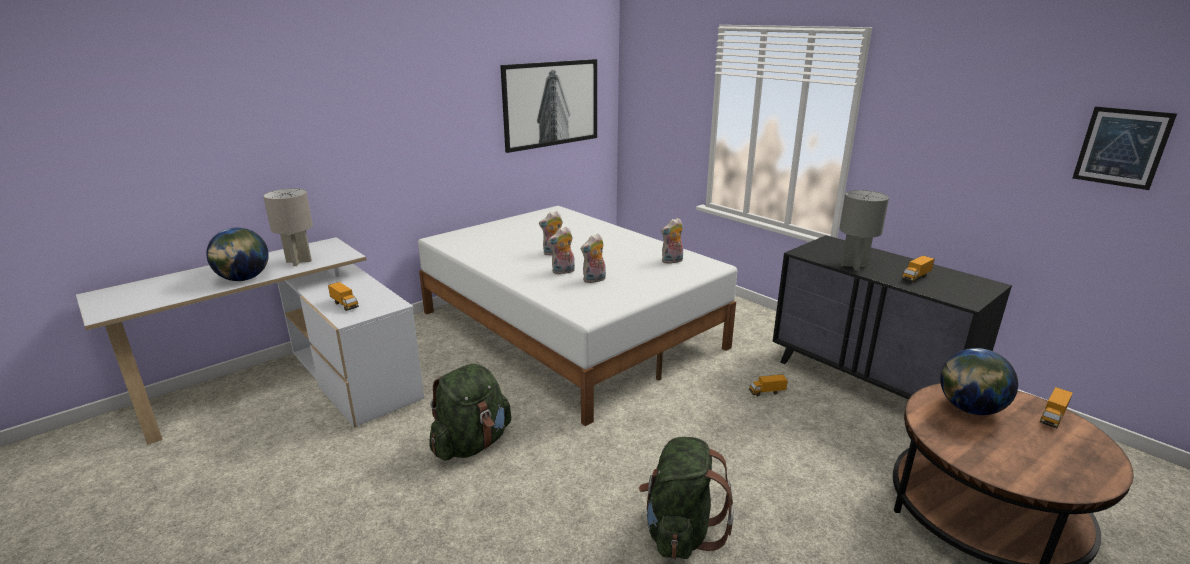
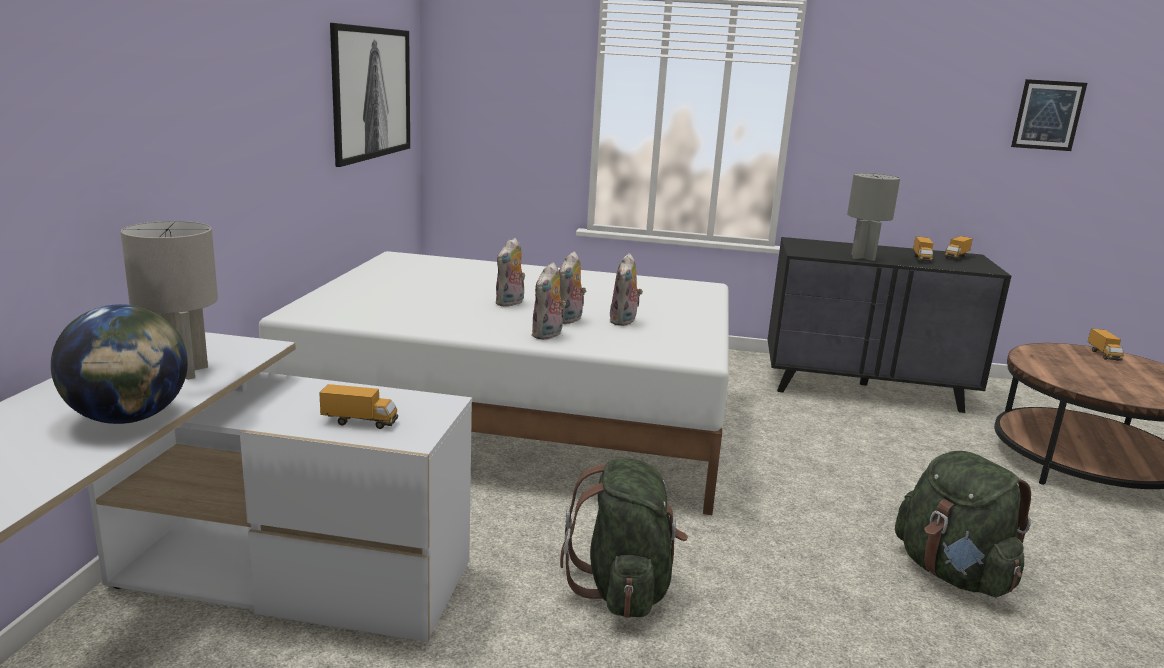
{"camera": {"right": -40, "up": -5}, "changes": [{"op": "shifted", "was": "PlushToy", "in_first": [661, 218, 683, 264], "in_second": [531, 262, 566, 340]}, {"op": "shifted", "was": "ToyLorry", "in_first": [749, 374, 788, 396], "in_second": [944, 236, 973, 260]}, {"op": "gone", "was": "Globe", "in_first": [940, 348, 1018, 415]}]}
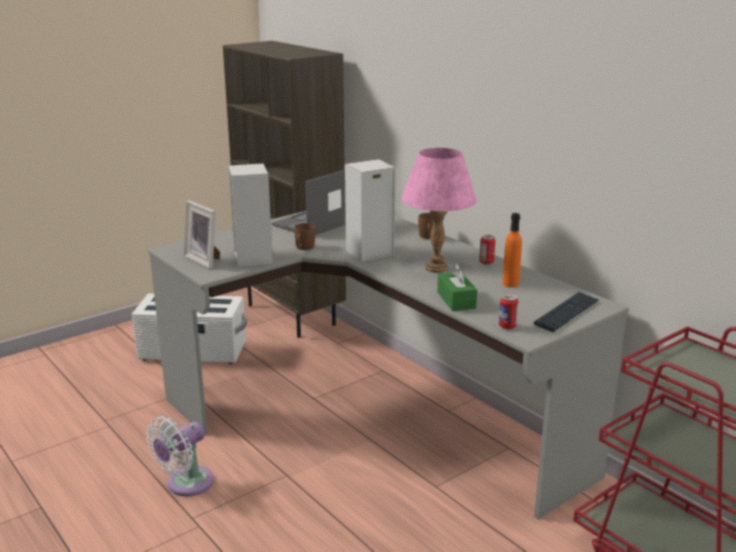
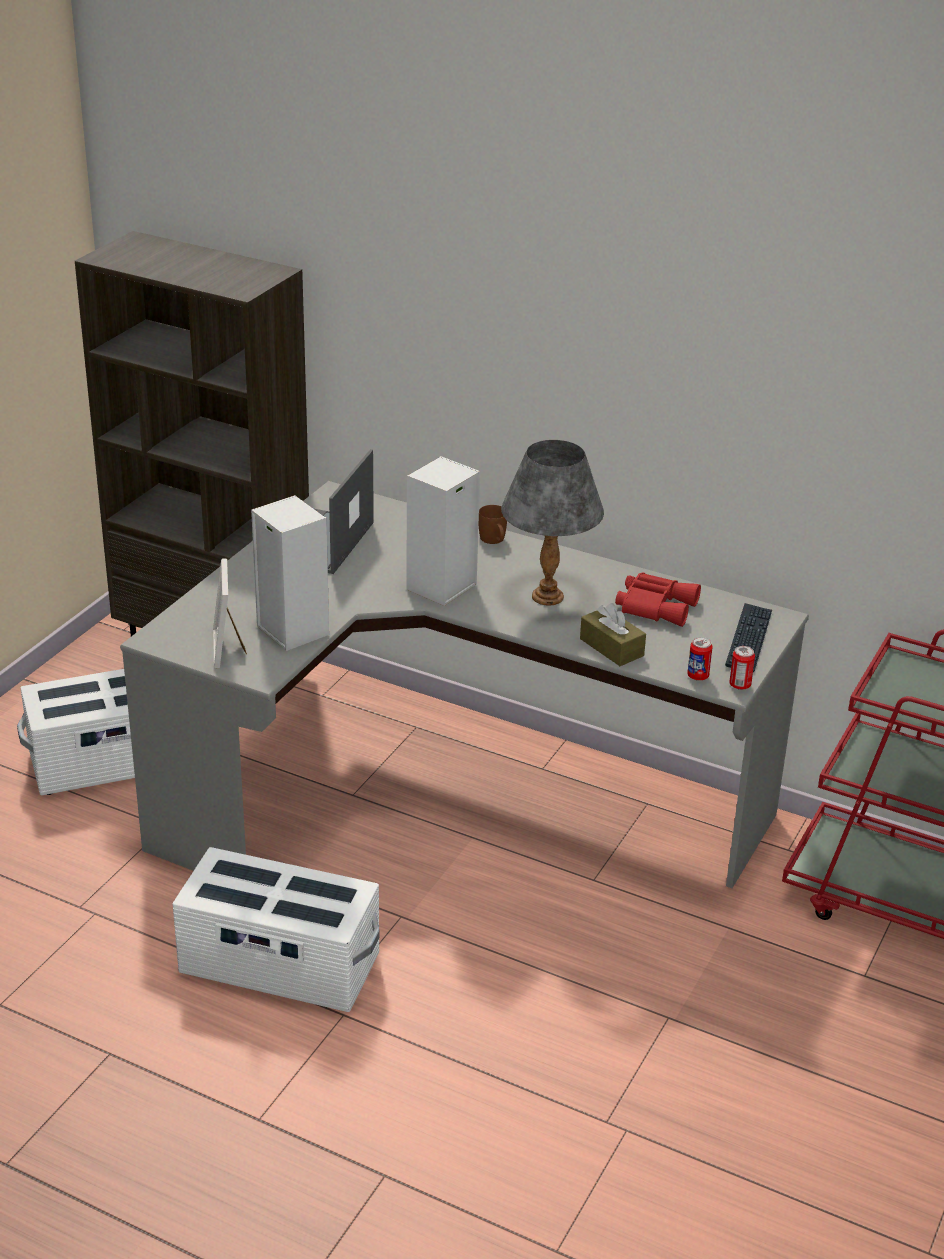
{"camera": {"right": -25, "up": 10}, "changes": [{"op": "swapped", "was": "WhiteElectricFan", "now": "WhiteStorageContainer", "in_first": [146, 416, 214, 496], "in_second": [173, 847, 379, 1012]}, {"op": "rotated", "was": "PhotoFrame", "in_first": [184, 200, 220, 269], "in_second": [213, 558, 247, 669], "clockwise": 60}, {"op": "repainted", "was": "PinkishTabletopLamp", "now": "GreyTabletopLamp", "in_first": [401, 148, 477, 273], "in_second": [501, 440, 604, 605]}, {"op": "repainted", "was": "GreenishTissueBox", "now": "BrownColouredTissueBox", "in_first": [437, 263, 477, 311], "in_second": [580, 603, 646, 666]}, {"op": "swapped", "was": "OrangeColouredDrinkBottle", "now": "RedColouredBinoculars", "in_first": [502, 213, 522, 288], "in_second": [615, 572, 701, 627]}, {"op": "shifted", "was": "MetalCan", "in_first": [479, 235, 495, 265], "in_second": [729, 646, 755, 690]}, {"op": "gone", "was": "BrownColouredCoffeeMug", "in_first": [294, 223, 315, 250]}]}
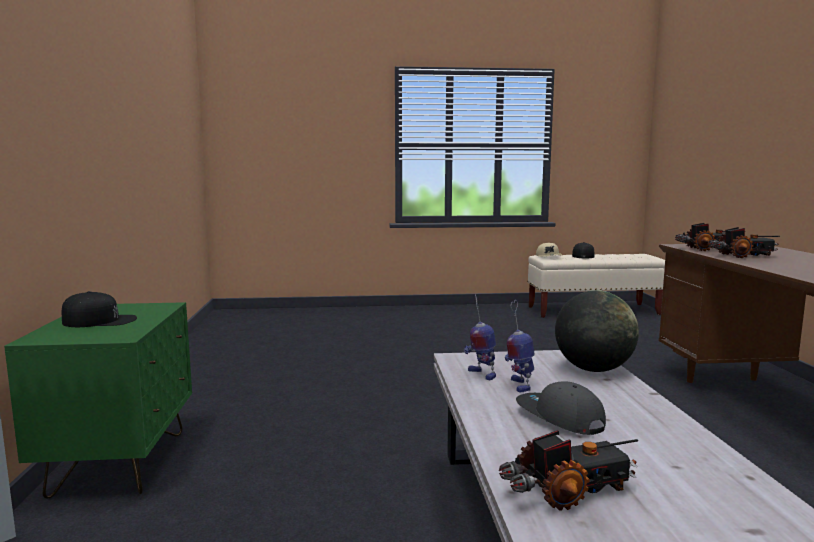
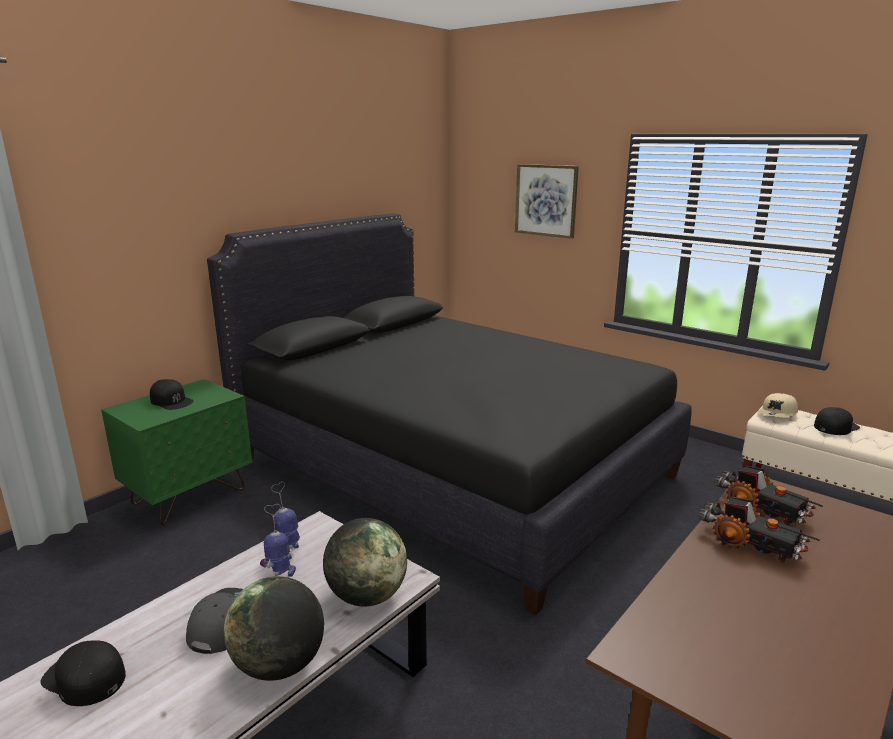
{"camera": {"right": 45, "up": 10}, "changes": [{"op": "swapped", "was": "ToyLorry", "now": "BlackPeakedCap", "in_first": [499, 430, 638, 511], "in_second": [40, 640, 126, 706]}, {"op": "new", "now": "BlackSleepingBed", "in_second": [207, 213, 692, 615]}, {"op": "new", "now": "Globe", "in_second": [224, 576, 324, 681]}, {"op": "new", "now": "WallArt", "in_second": [515, 164, 579, 239]}]}
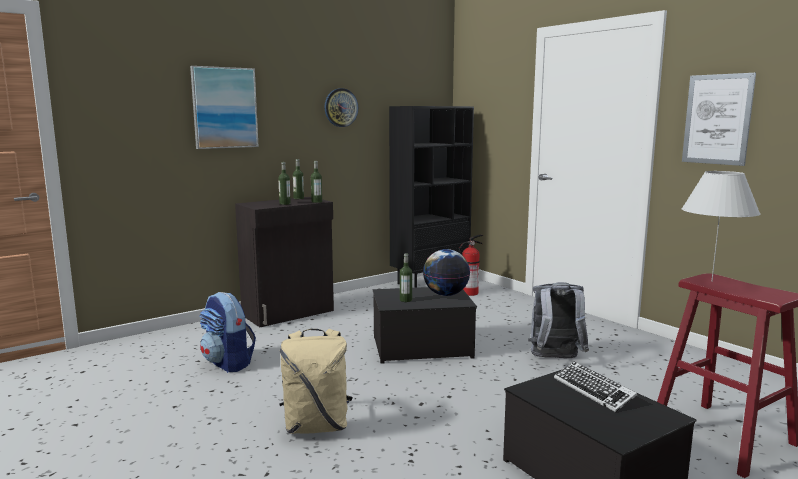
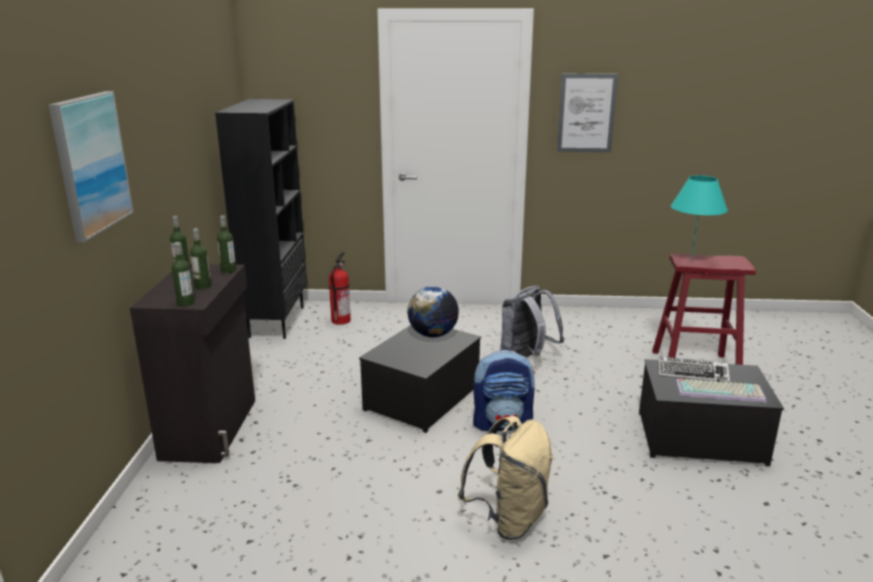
{"camera": {"right": -50, "up": 10}, "changes": [{"op": "shifted", "was": "DrinkBottle", "in_first": [400, 253, 412, 302], "in_second": [172, 242, 195, 307]}, {"op": "shifted", "was": "Backpack", "in_first": [199, 292, 256, 373], "in_second": [473, 350, 535, 431]}, {"op": "repainted", "was": "WhiteTabletopLamp", "now": "BlueGreenTabletopLamp", "in_first": [682, 171, 760, 282], "in_second": [671, 175, 728, 261]}, {"op": "new", "now": "Keyboard", "in_second": [676, 379, 766, 403]}, {"op": "gone", "was": "ClockOnTheWall", "in_first": [325, 88, 358, 127]}]}
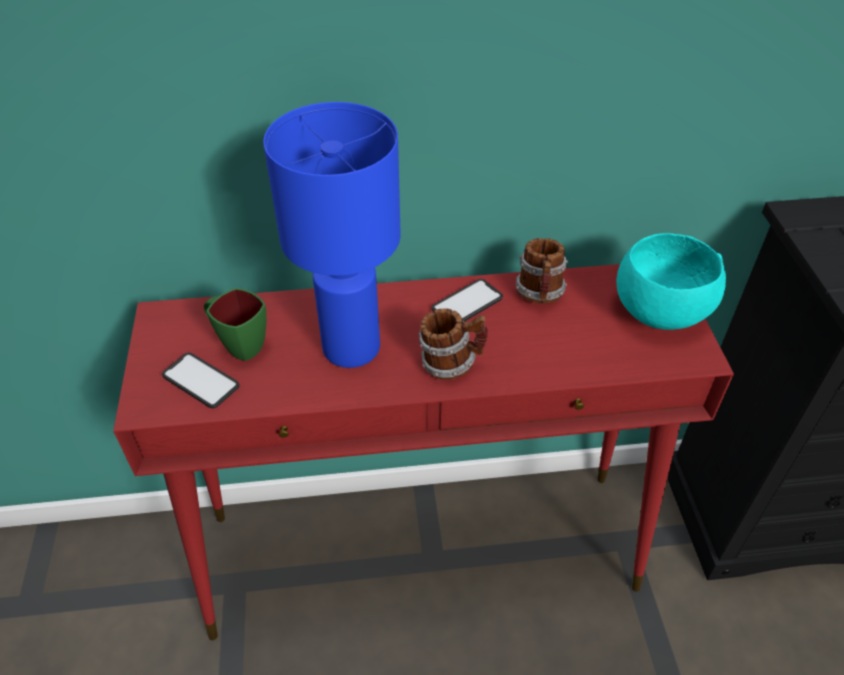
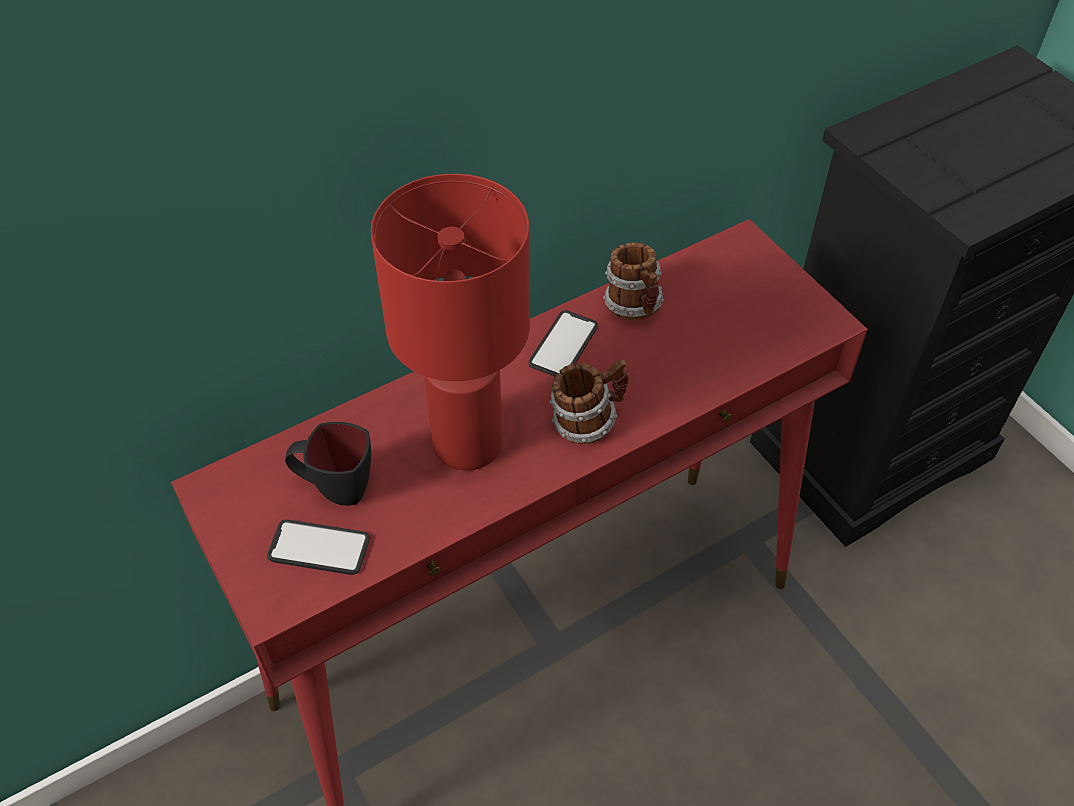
{"camera": {"right": -25, "up": 5}, "changes": [{"op": "repainted", "was": "GreenishCoffeeMug", "now": "BlackCoffeeMug", "in_first": [204, 288, 267, 361], "in_second": [285, 422, 371, 505]}, {"op": "repainted", "was": "BluishTabletopLamp", "now": "RedColouredTabletopLamp", "in_first": [263, 102, 401, 368], "in_second": [371, 174, 530, 471]}, {"op": "gone", "was": "BlueGreenServingBowl", "in_first": [616, 233, 726, 330]}]}
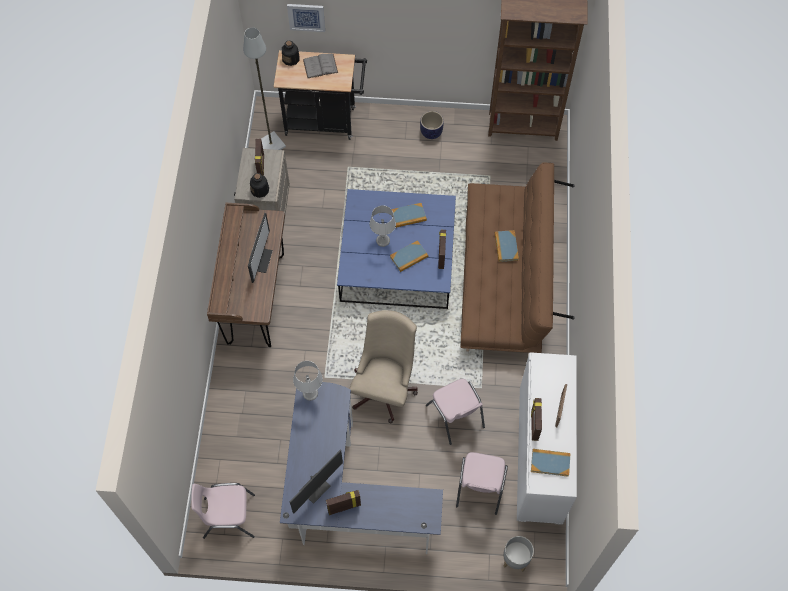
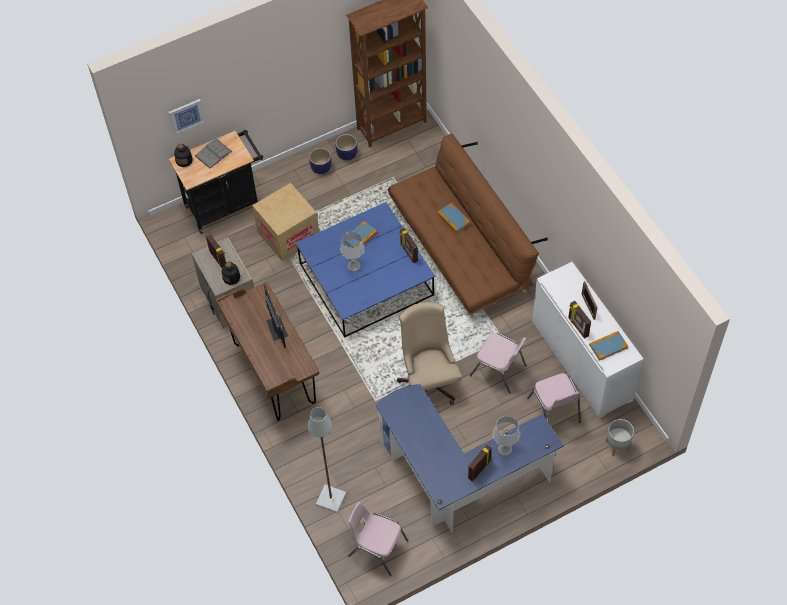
{"camera": {"right": -30, "up": -5}, "changes": [{"op": "new", "now": "CardboardBox", "in_second": [252, 183, 319, 262]}, {"op": "shifted", "was": "GreyStandingLamp", "in_first": [243, 27, 286, 150], "in_second": [308, 407, 346, 513]}, {"op": "new", "now": "FlowerPot", "in_second": [335, 134, 358, 161]}, {"op": "rotated", "was": "PinkishUprightChair", "in_first": [191, 483, 255, 539], "in_second": [348, 502, 408, 576], "clockwise": 60}, {"op": "shifted", "was": "GreyTabletopLamp", "in_first": [293, 361, 323, 401], "in_second": [493, 416, 520, 456]}, {"op": "gone", "was": "ComputerScreen", "in_first": [289, 450, 343, 513]}, {"op": "gone", "was": "Book", "in_first": [390, 240, 428, 272]}]}
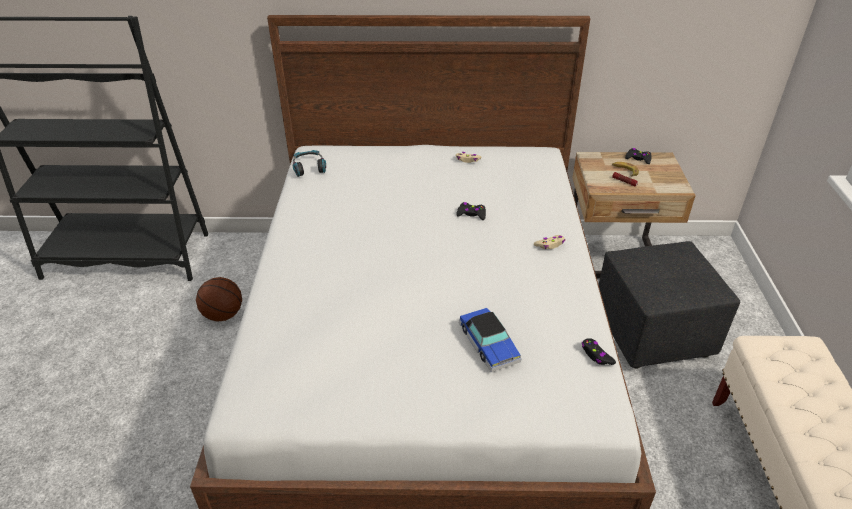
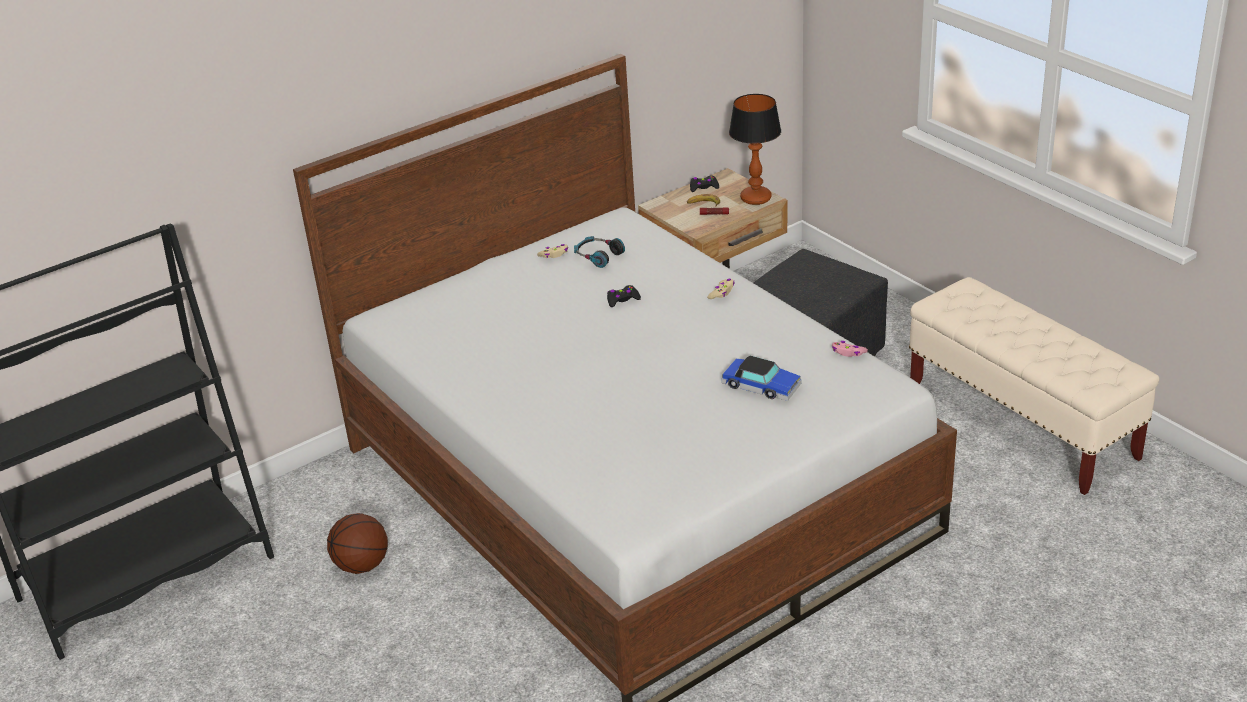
{"camera": {"right": -35, "up": -5}, "changes": [{"op": "shifted", "was": "PairOfHeadphones", "in_first": [293, 150, 326, 177], "in_second": [574, 236, 625, 268]}, {"op": "new", "now": "TabletopLamp", "in_second": [729, 94, 781, 205]}, {"op": "repainted", "was": "BlackGamepad", "now": "PinkishGamepad", "in_first": [582, 338, 616, 365], "in_second": [832, 341, 868, 357]}]}
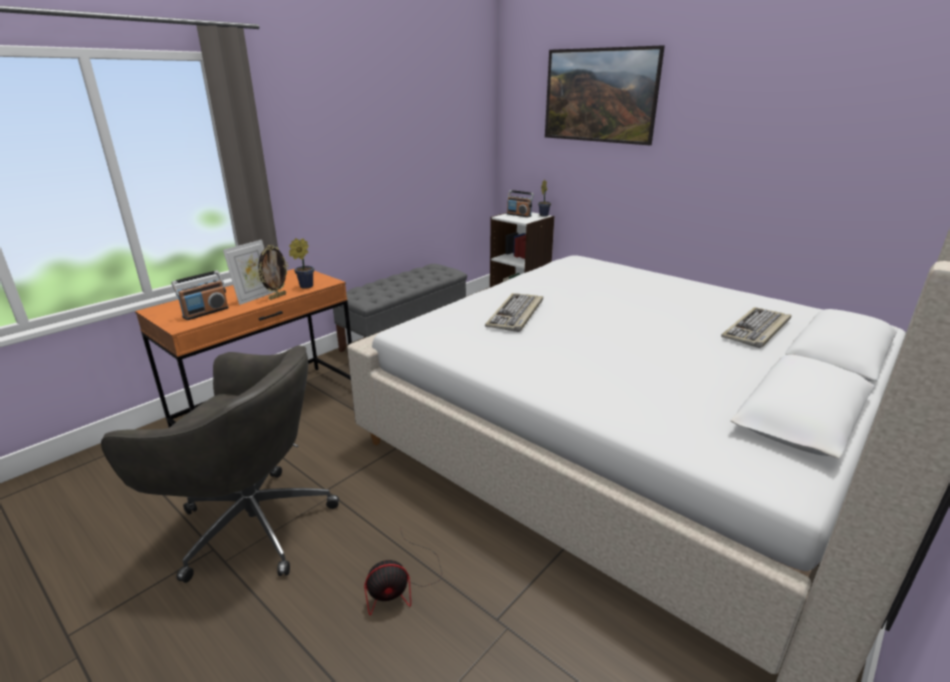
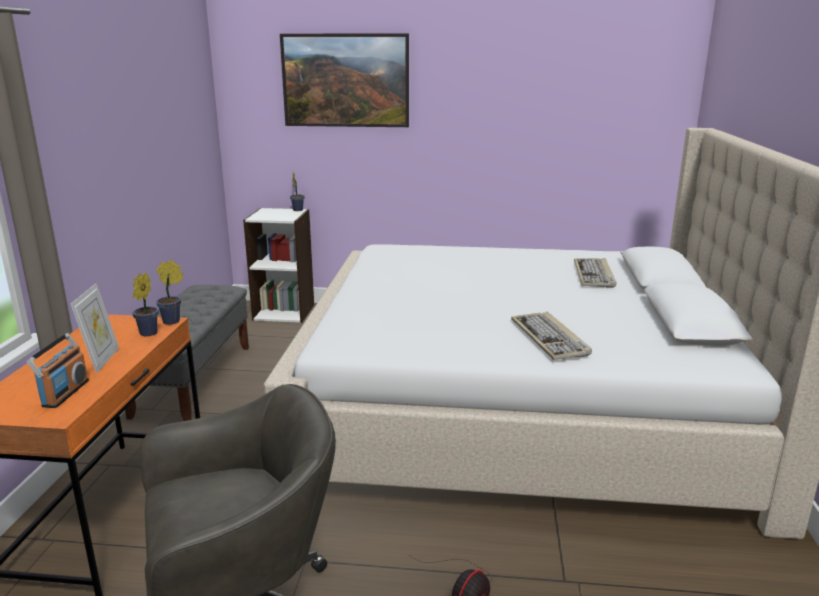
{"camera": {"right": -35, "up": -5}, "changes": [{"op": "new", "now": "PlantInAPot", "in_second": [156, 260, 183, 325]}, {"op": "shifted", "was": "Keyboard", "in_first": [485, 293, 543, 332], "in_second": [511, 312, 592, 360]}, {"op": "gone", "was": "PhotoFrame", "in_first": [258, 245, 289, 300]}, {"op": "gone", "was": "RadioSet", "in_first": [507, 190, 534, 217]}]}
